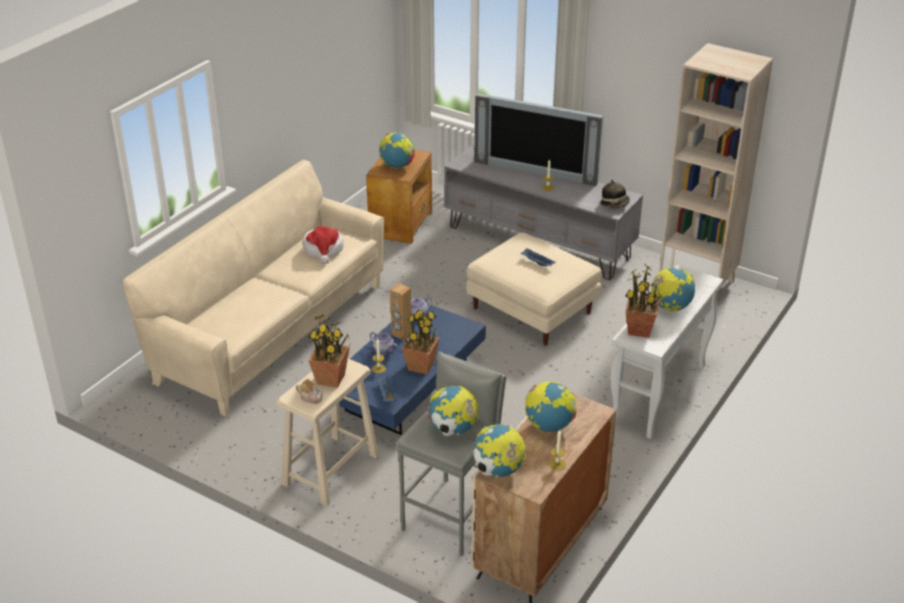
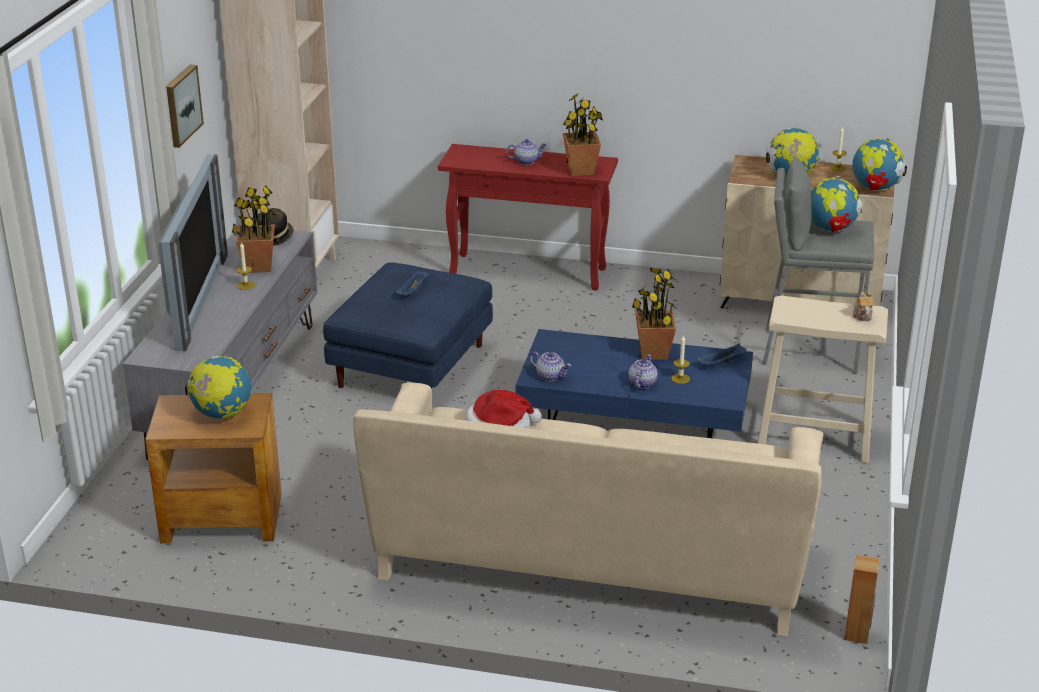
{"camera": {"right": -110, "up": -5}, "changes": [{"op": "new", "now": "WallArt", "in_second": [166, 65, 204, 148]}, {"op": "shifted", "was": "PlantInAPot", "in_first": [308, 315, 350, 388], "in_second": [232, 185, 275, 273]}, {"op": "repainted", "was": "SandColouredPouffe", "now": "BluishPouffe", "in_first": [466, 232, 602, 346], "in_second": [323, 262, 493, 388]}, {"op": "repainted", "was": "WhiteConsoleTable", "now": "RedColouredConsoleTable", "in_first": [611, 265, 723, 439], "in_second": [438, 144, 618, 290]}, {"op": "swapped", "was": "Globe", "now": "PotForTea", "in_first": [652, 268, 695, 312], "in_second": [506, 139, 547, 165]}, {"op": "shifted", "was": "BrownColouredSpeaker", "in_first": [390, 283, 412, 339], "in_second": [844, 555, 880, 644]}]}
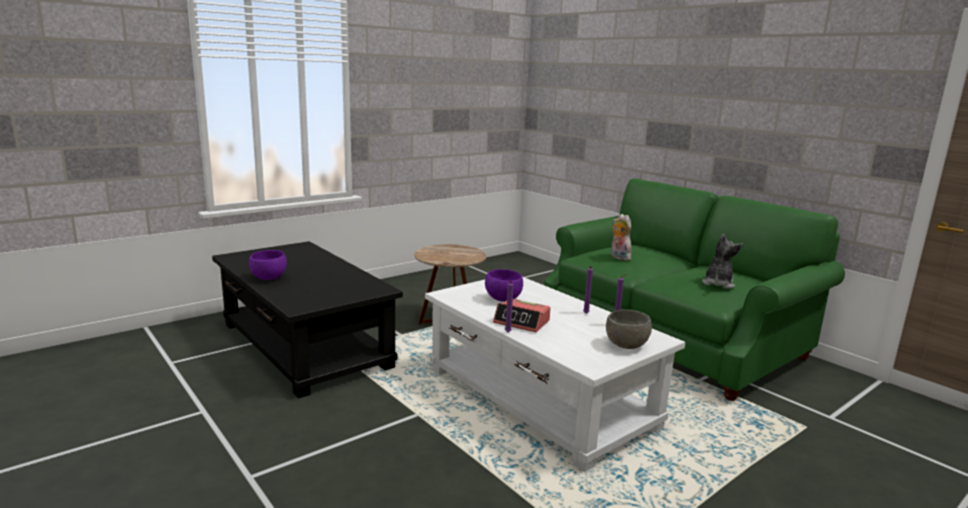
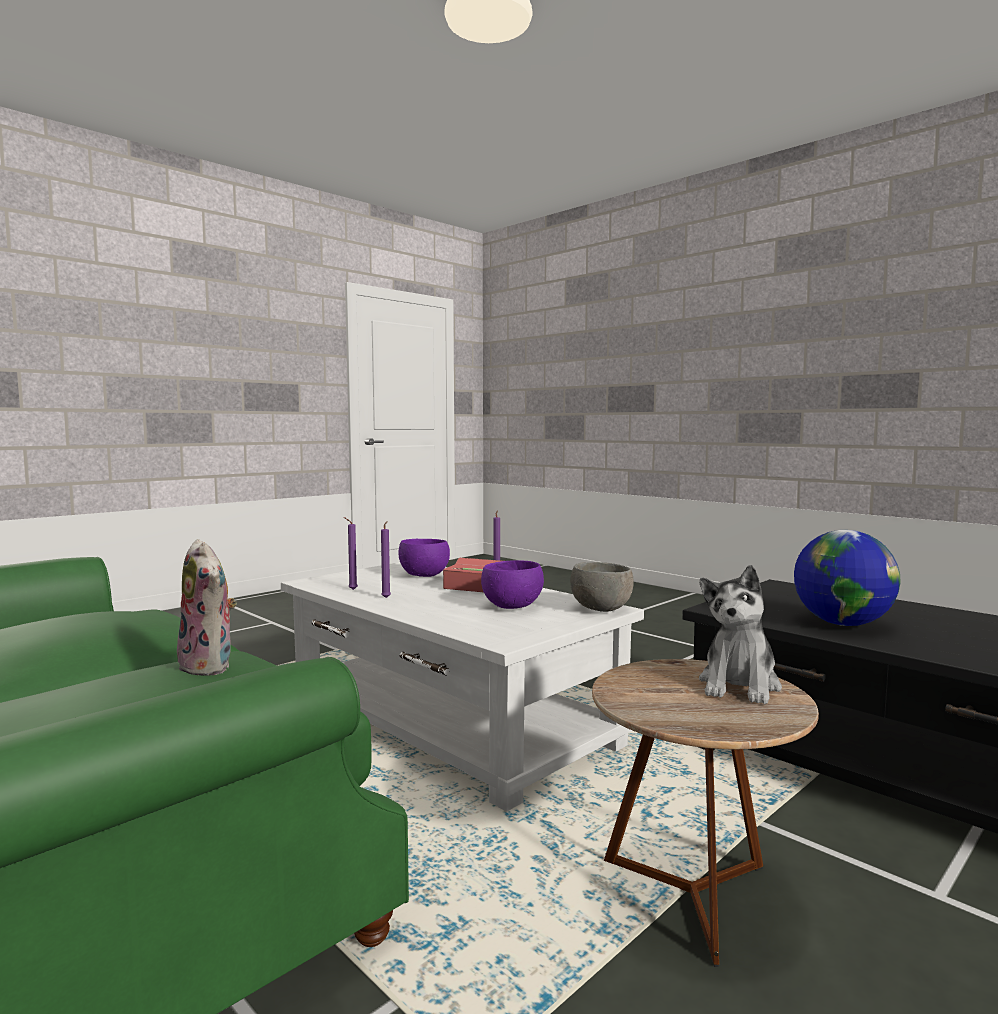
{"camera": {"right": 175, "up": -10}, "changes": [{"op": "shifted", "was": "PurplishServingBowl", "in_first": [249, 250, 287, 280], "in_second": [398, 539, 450, 577]}, {"op": "shifted", "was": "GreyServingBowl", "in_first": [606, 310, 652, 349], "in_second": [570, 562, 634, 612]}, {"op": "shifted", "was": "PlushToy", "in_first": [702, 234, 743, 289], "in_second": [699, 565, 782, 704]}, {"op": "new", "now": "Globe", "in_second": [794, 530, 901, 626]}]}
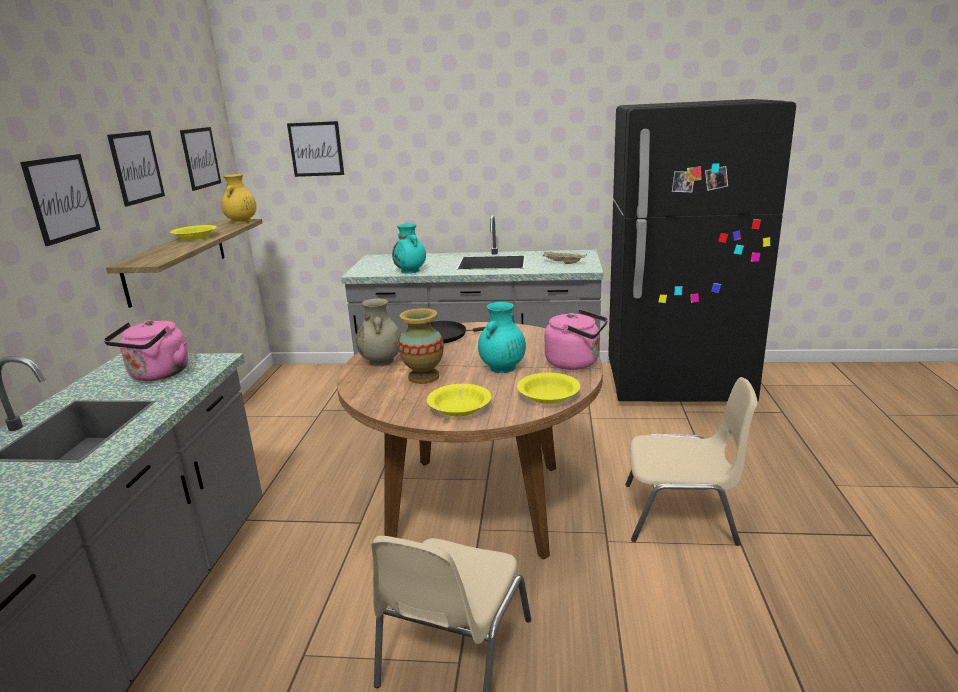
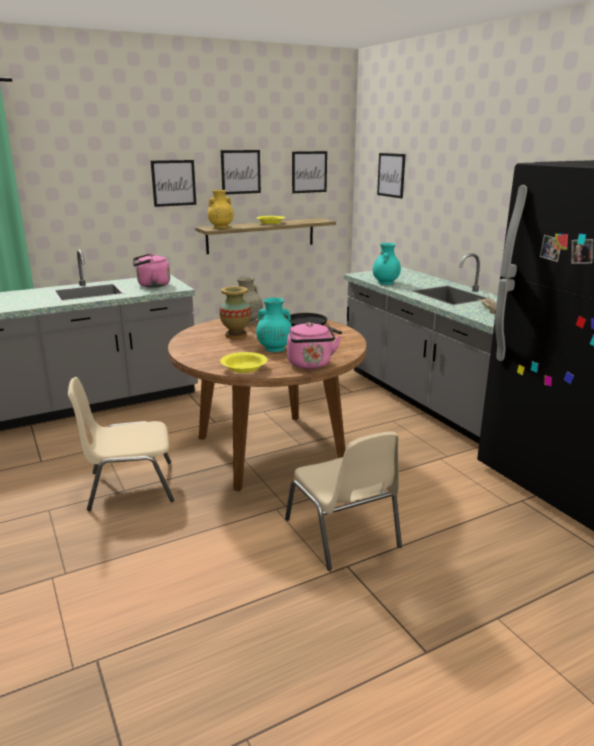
{"camera": {"right": 55, "up": 0}, "changes": [{"op": "shifted", "was": "YellowFlowerVase", "in_first": [221, 174, 257, 224], "in_second": [208, 190, 234, 228]}, {"op": "gone", "was": "YellowServingBowl", "in_first": [427, 384, 491, 416]}]}
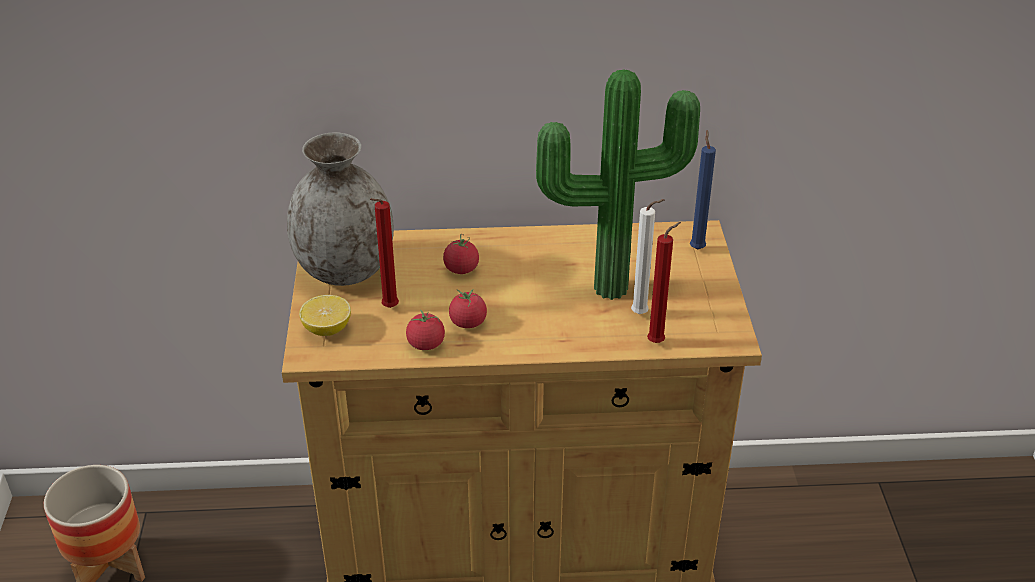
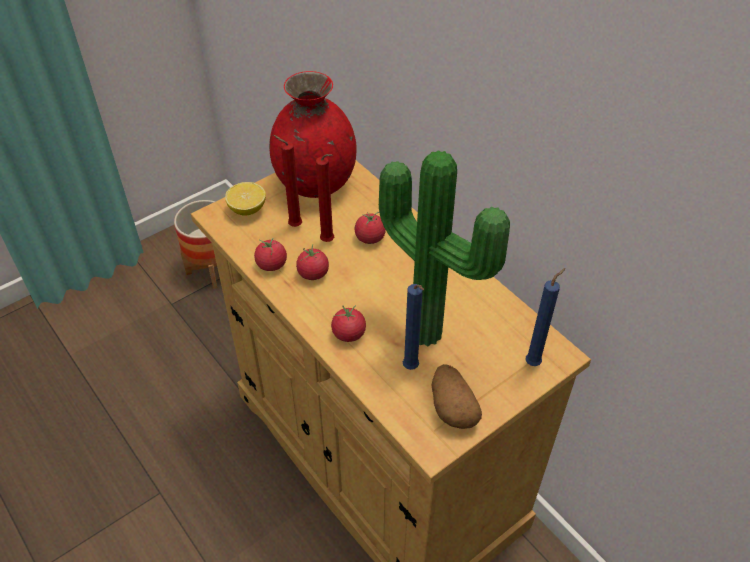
{"camera": {"right": 55, "up": 10}, "changes": [{"op": "repainted", "was": "GreyFlowerVase", "now": "RedColouredFlowerVase", "in_first": [287, 132, 394, 286], "in_second": [269, 71, 357, 198]}, {"op": "shifted", "was": "RedColouredWaxCandle", "in_first": [647, 222, 681, 343], "in_second": [316, 154, 334, 242]}, {"op": "new", "now": "Tomato", "in_second": [331, 305, 366, 342]}, {"op": "repainted", "was": "WhiteWaxCandle", "now": "BluishWaxCandle", "in_first": [631, 199, 665, 314], "in_second": [403, 284, 424, 370]}, {"op": "new", "now": "Potato", "in_second": [432, 364, 482, 429]}]}
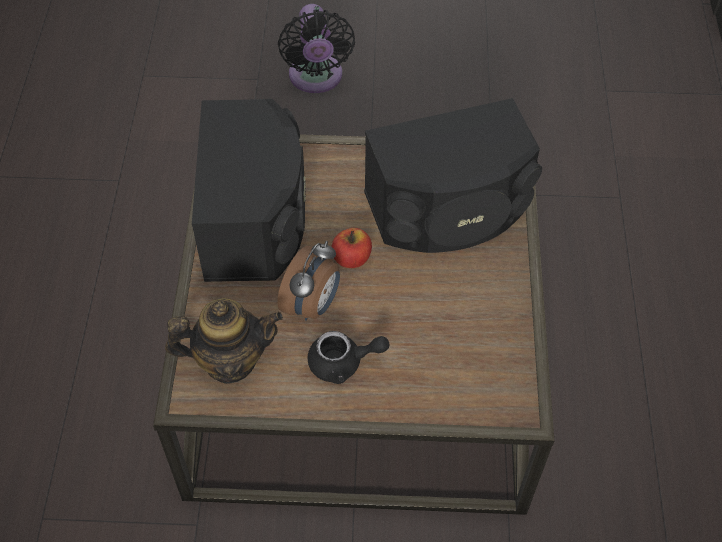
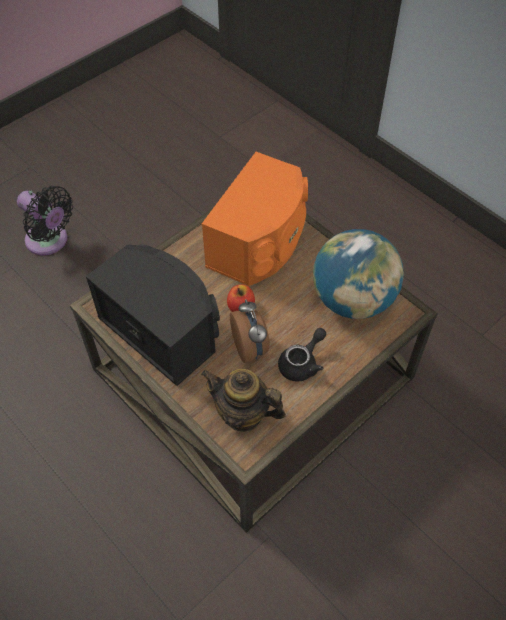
{"camera": {"right": -45, "up": 0}, "changes": [{"op": "rotated", "was": "PotForTea", "in_first": [165, 299, 283, 384], "in_second": [201, 369, 286, 432], "clockwise": -105}, {"op": "repainted", "was": "BlackSpeaker", "now": "OrangeColouredSpeaker", "in_first": [364, 98, 542, 253], "in_second": [202, 152, 308, 286]}, {"op": "new", "now": "Globe", "in_second": [313, 229, 404, 319]}]}
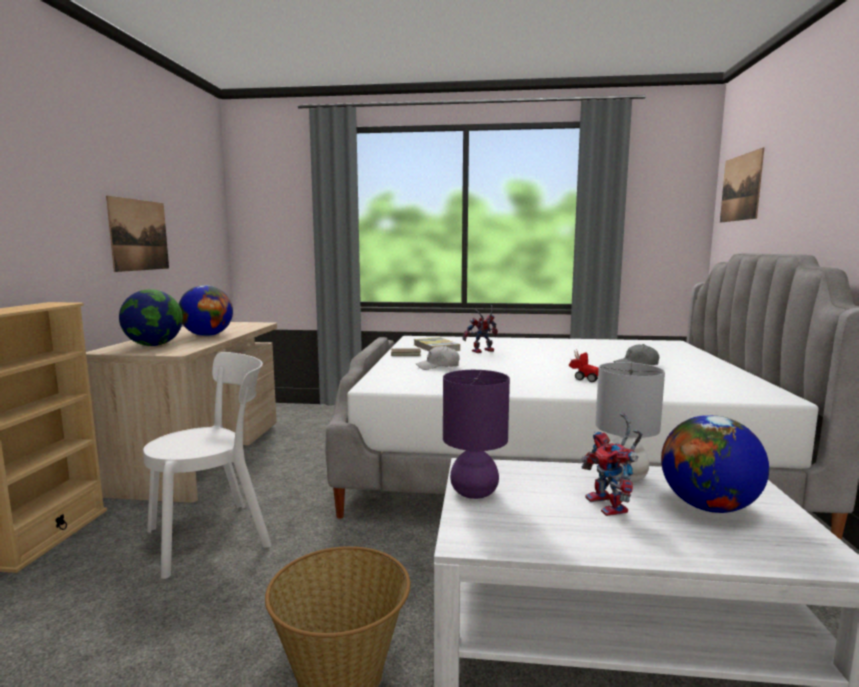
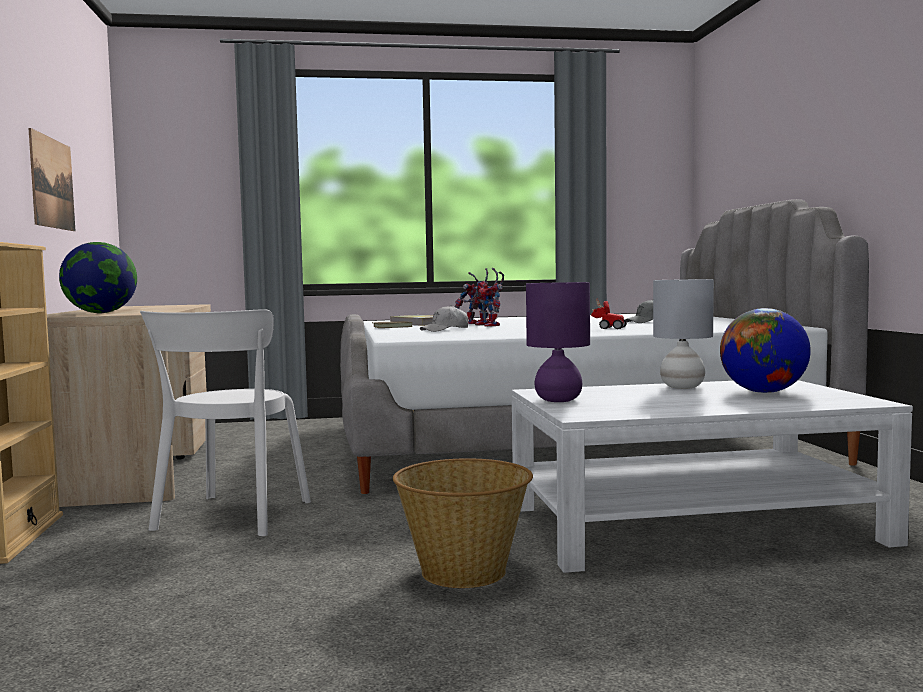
{"camera": {"right": -15, "up": -5}, "changes": [{"op": "rotated", "was": "WhiteUprightChair", "in_first": [143, 352, 272, 579], "in_second": [140, 309, 311, 536], "clockwise": 150}, {"op": "shifted", "was": "ToyRobot", "in_first": [581, 413, 643, 516], "in_second": [471, 268, 504, 327]}, {"op": "gone", "was": "Globe", "in_first": [179, 285, 233, 336]}, {"op": "gone", "was": "WallArt", "in_first": [720, 147, 764, 223]}]}
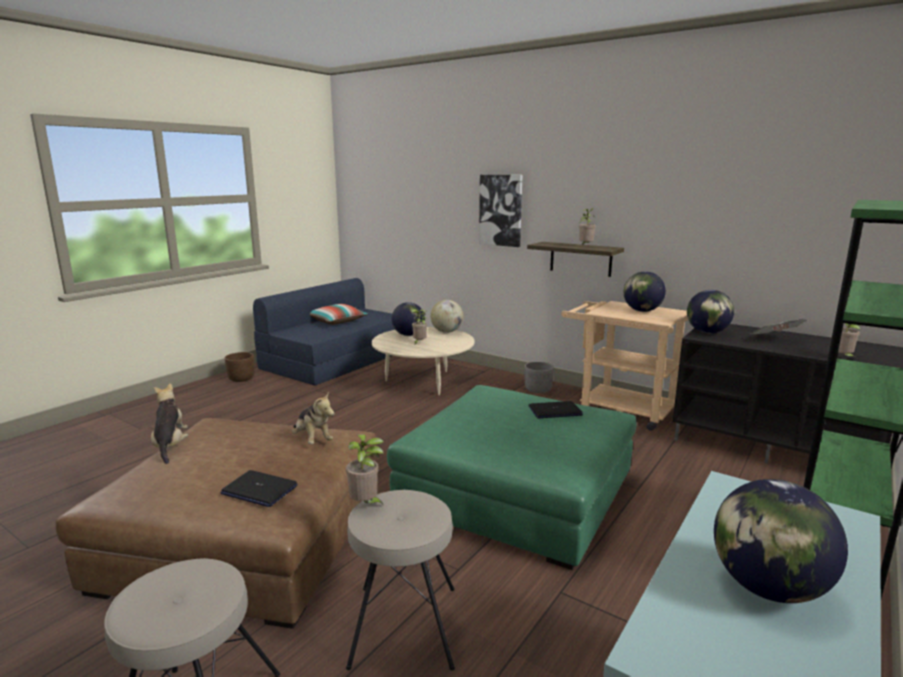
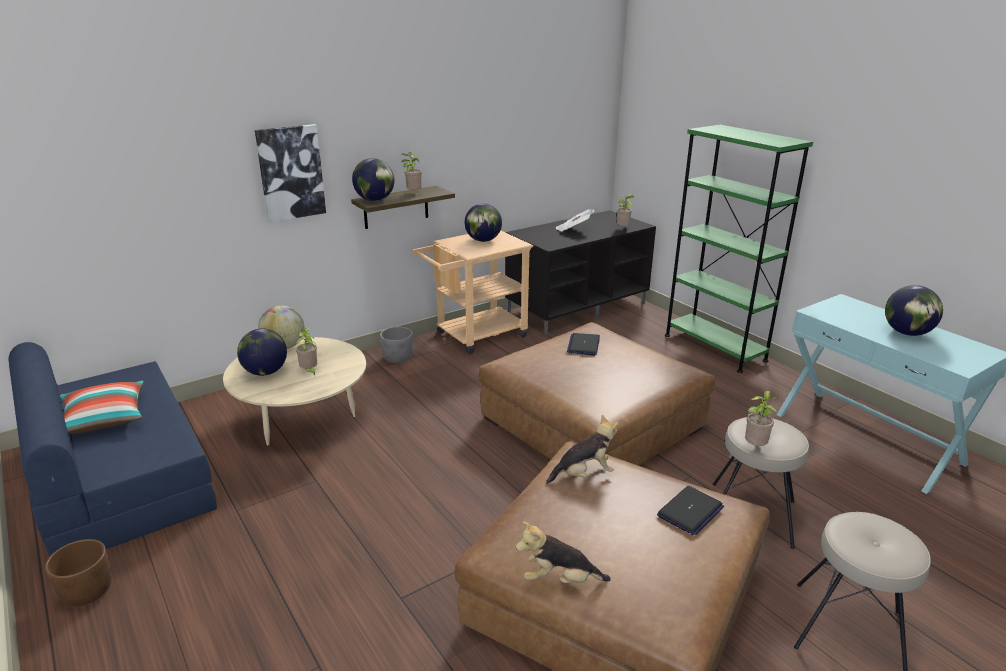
{"camera": {"right": -70, "up": 10}, "changes": [{"op": "shifted", "was": "Globe", "in_first": [687, 290, 734, 333], "in_second": [352, 158, 394, 201]}, {"op": "repainted", "was": "GreenishPouffe", "now": "BrownColouredPouffe", "in_first": [387, 385, 637, 570], "in_second": [479, 322, 716, 465]}]}
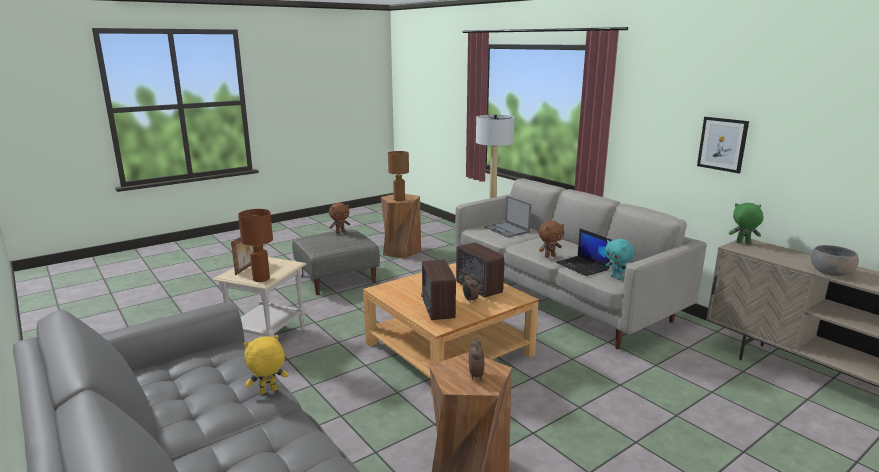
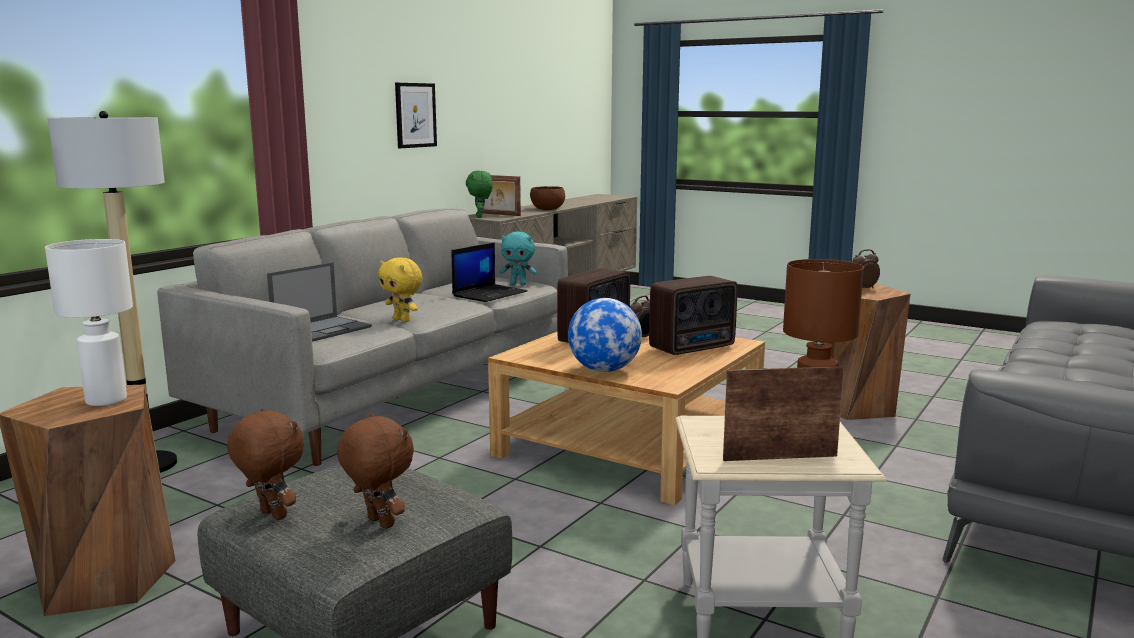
{"camera": {"right": -110, "up": -5}, "changes": [{"op": "repainted", "was": "BrownColouredTabletopLamp", "now": "WhiteTabletopLamp", "in_first": [388, 151, 409, 201], "in_second": [45, 239, 133, 406]}, {"op": "shifted", "was": "BrownColouredPlushToy", "in_first": [538, 221, 564, 258], "in_second": [337, 414, 414, 529]}, {"op": "shifted", "was": "YellowPlushToy", "in_first": [243, 335, 288, 394], "in_second": [378, 257, 422, 322]}, {"op": "new", "now": "PhotoFrame", "in_second": [482, 175, 521, 216]}, {"op": "rotated", "was": "BlueGreenPlushToy", "in_first": [605, 239, 634, 280], "in_second": [500, 232, 537, 285], "clockwise": 60}, {"op": "repainted", "was": "GreyServingBowl", "now": "BrownColouredServingBowl", "in_first": [811, 245, 859, 276], "in_second": [530, 186, 565, 210]}, {"op": "new", "now": "Globe", "in_second": [568, 298, 642, 372]}]}
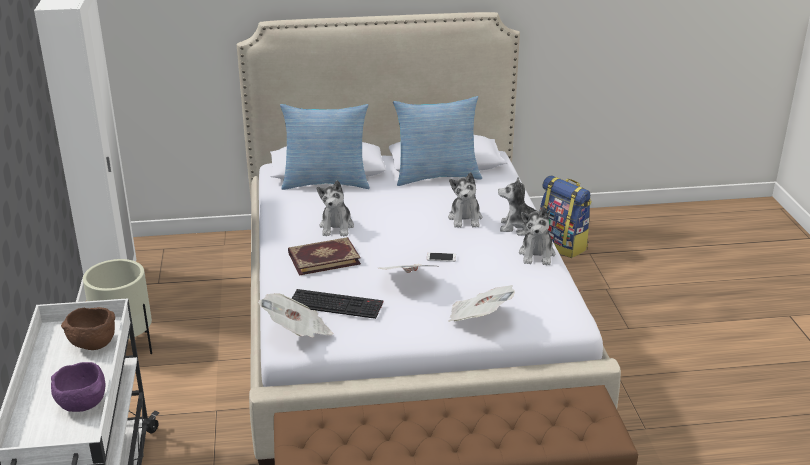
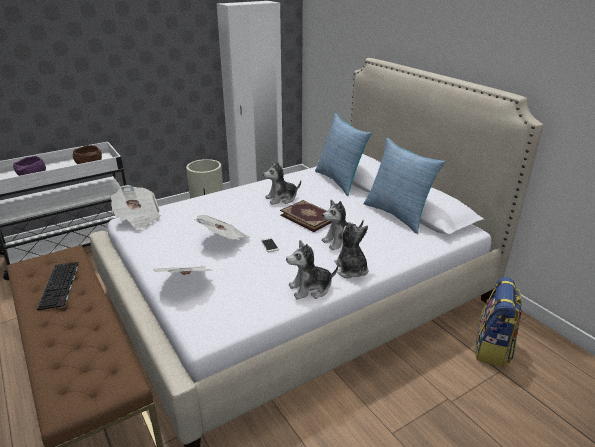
{"camera": {"right": 65, "up": 0}, "changes": [{"op": "shifted", "was": "Keyboard", "in_first": [292, 289, 383, 319], "in_second": [37, 262, 79, 310]}, {"op": "shifted", "was": "Book", "in_first": [288, 237, 361, 276], "in_second": [280, 200, 332, 232]}]}
